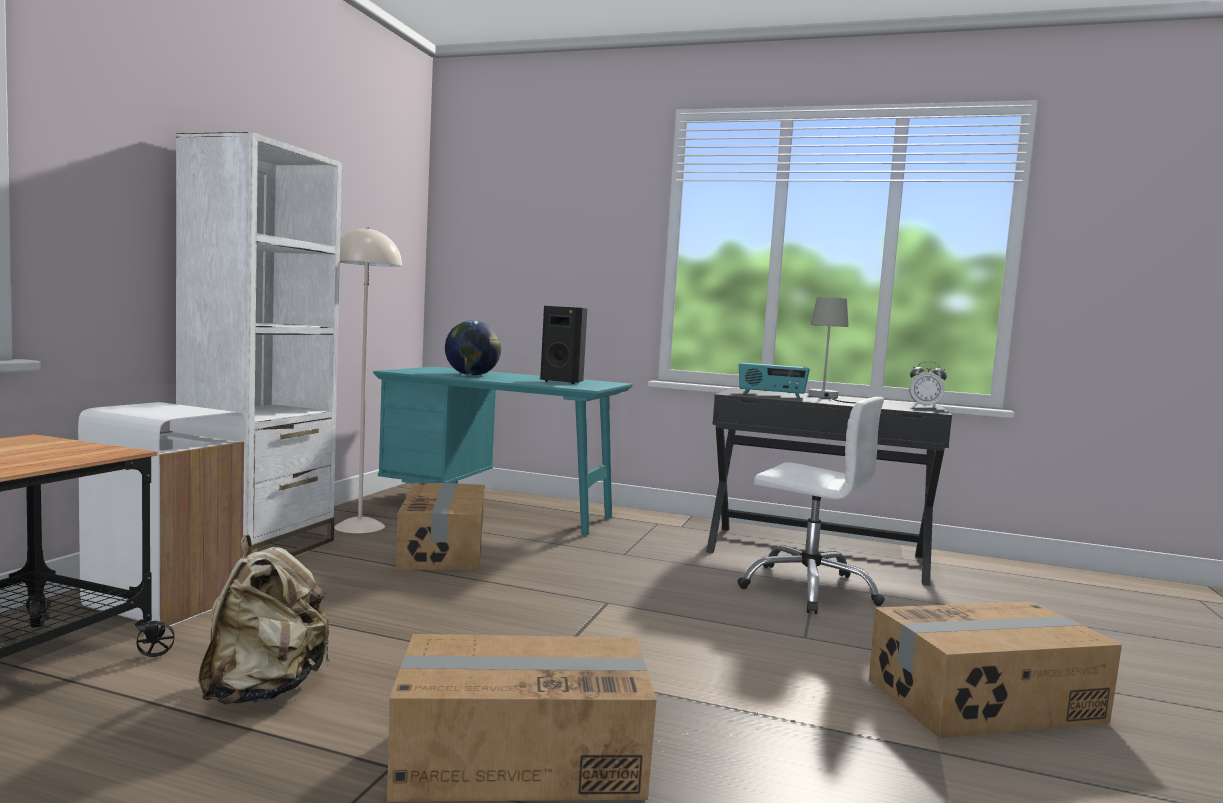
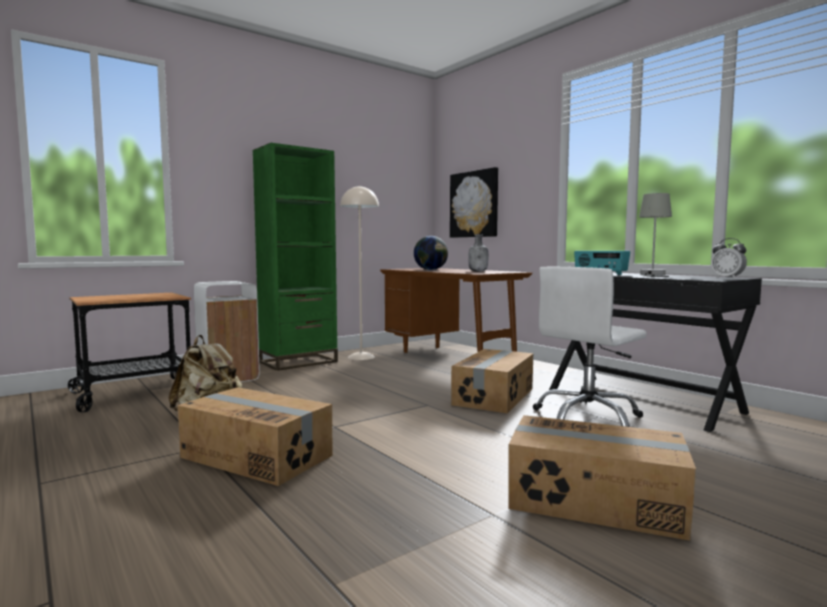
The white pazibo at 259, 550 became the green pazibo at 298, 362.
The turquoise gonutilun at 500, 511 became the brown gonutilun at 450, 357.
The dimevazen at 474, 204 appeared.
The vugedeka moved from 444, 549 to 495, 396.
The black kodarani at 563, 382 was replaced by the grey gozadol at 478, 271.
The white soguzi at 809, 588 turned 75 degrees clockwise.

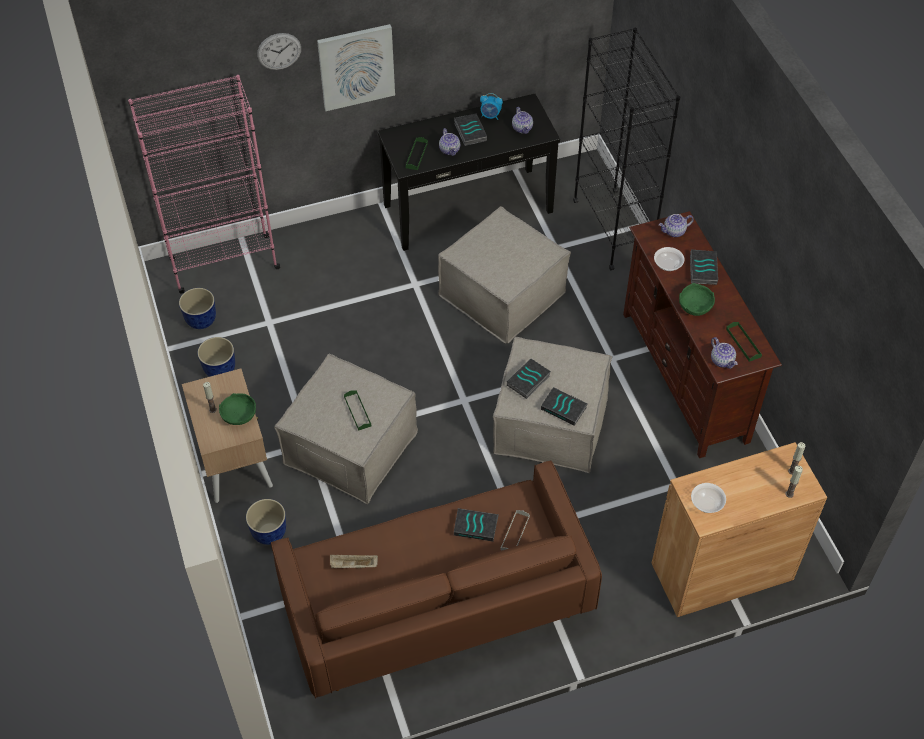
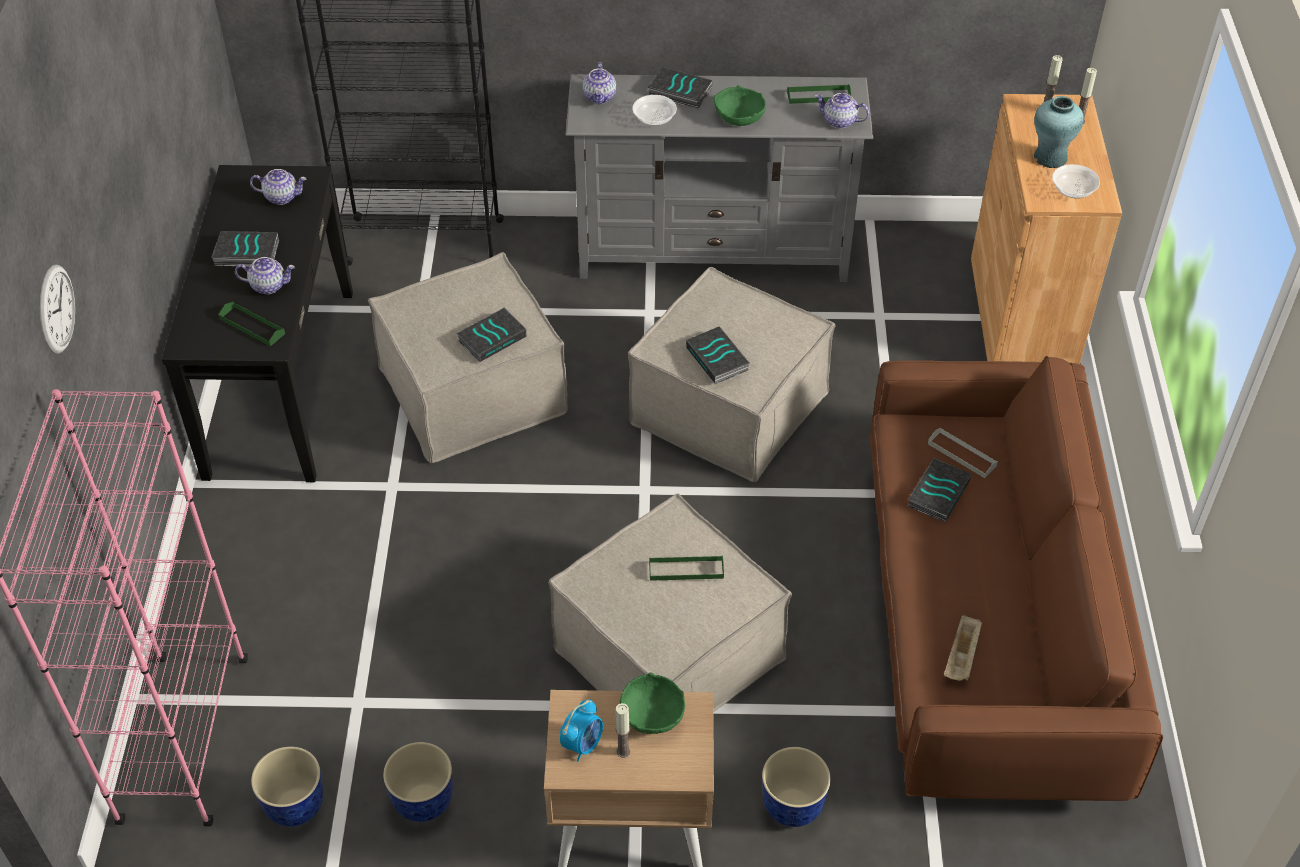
The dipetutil moved from 564, 408 to 492, 338.
The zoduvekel moved from 490, 116 to 583, 744.
The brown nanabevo at 685, 376 became the grey nanabevo at 713, 253.
The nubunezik at 722, 360 turned 150 degrees counterclockwise.
The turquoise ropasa at 1050, 158 appeared.
The dimevazen at 356, 66 disappeared.

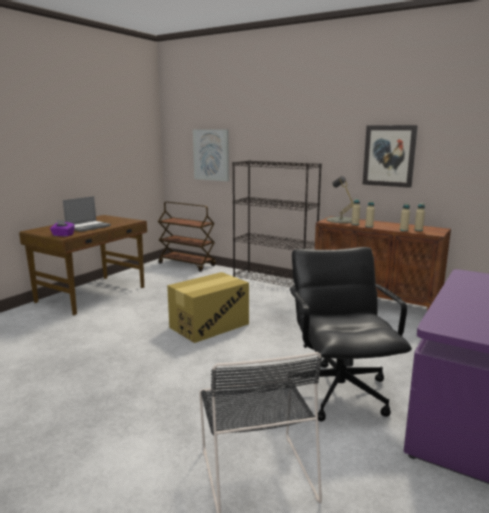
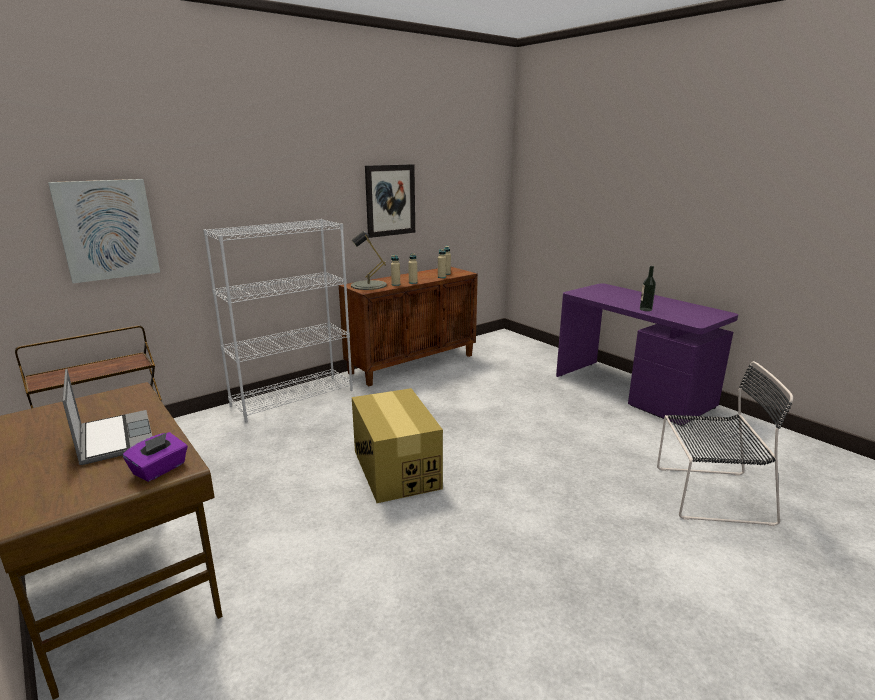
The black pazibo at 274, 282 became the white pazibo at 293, 397.
The gozadol at 645, 309 appeared.
The black soguzi at 339, 392 disappeared.

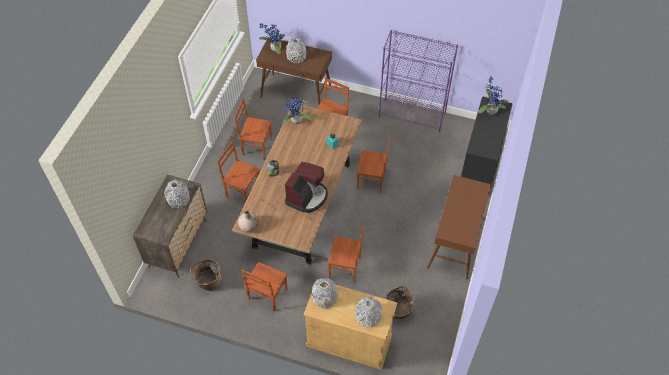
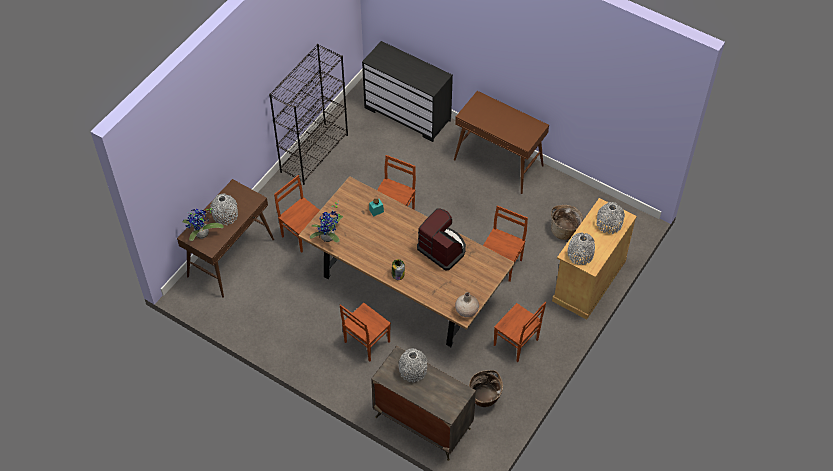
The purple pazibo at 412, 115 became the black pazibo at 314, 153.
The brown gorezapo at 257, 146 disappeared.
The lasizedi at 490, 110 disappeared.

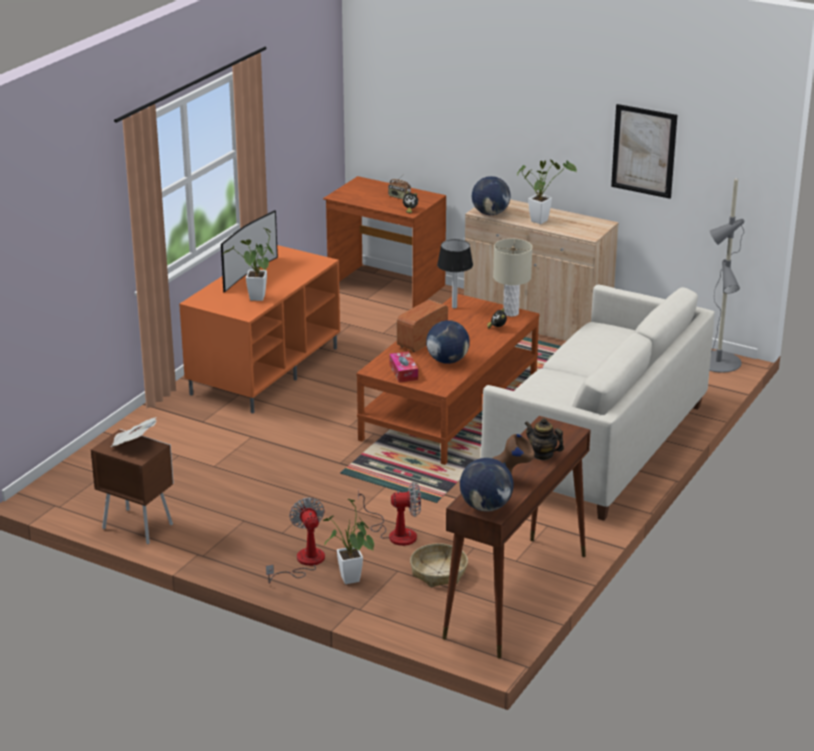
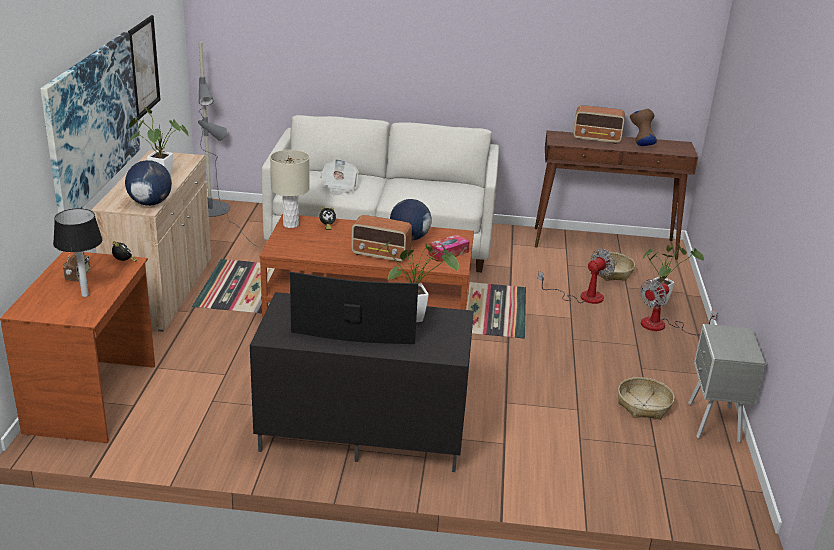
The dimevazen at 92, 122 appeared.
The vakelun moved from 454, 307 to 85, 295.
The orange nanabevo at 264, 370 became the black nanabevo at 361, 433.
The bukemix moved from 134, 443 to 339, 187.
The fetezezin at 395, 533 turned 75 degrees clockwise.
The nubunezik at 542, 455 was replaced by the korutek at 597, 139.
The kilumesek at 644, 405 appeared.
The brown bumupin at 137, 526 became the grey bumupin at 713, 423.
The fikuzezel at 486, 507 disappeared.

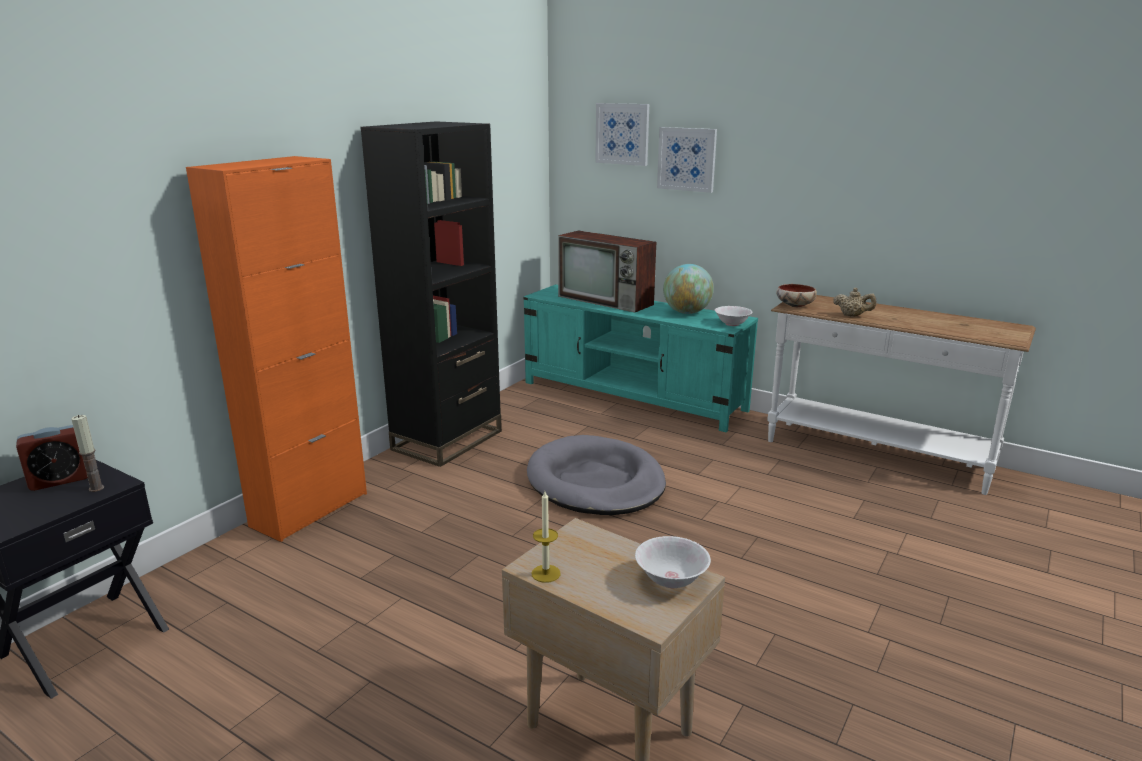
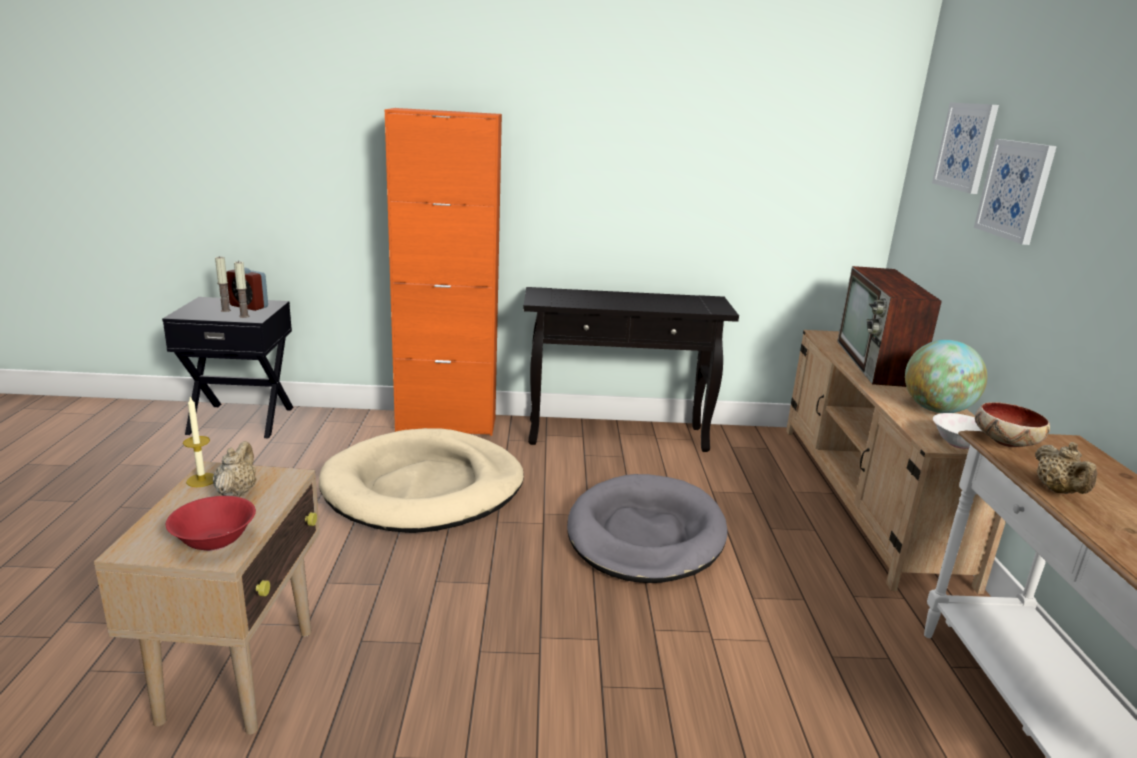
The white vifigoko at 671, 580 became the red vifigoko at 214, 542.
The beige nubunezik at 237, 493 appeared.
The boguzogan at 226, 310 appeared.
The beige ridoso at 424, 487 appeared.
The black pazibo at 447, 440 was replaced by the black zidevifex at 618, 435.
The turquoise nanabevo at 633, 396 became the beige nanabevo at 866, 498.

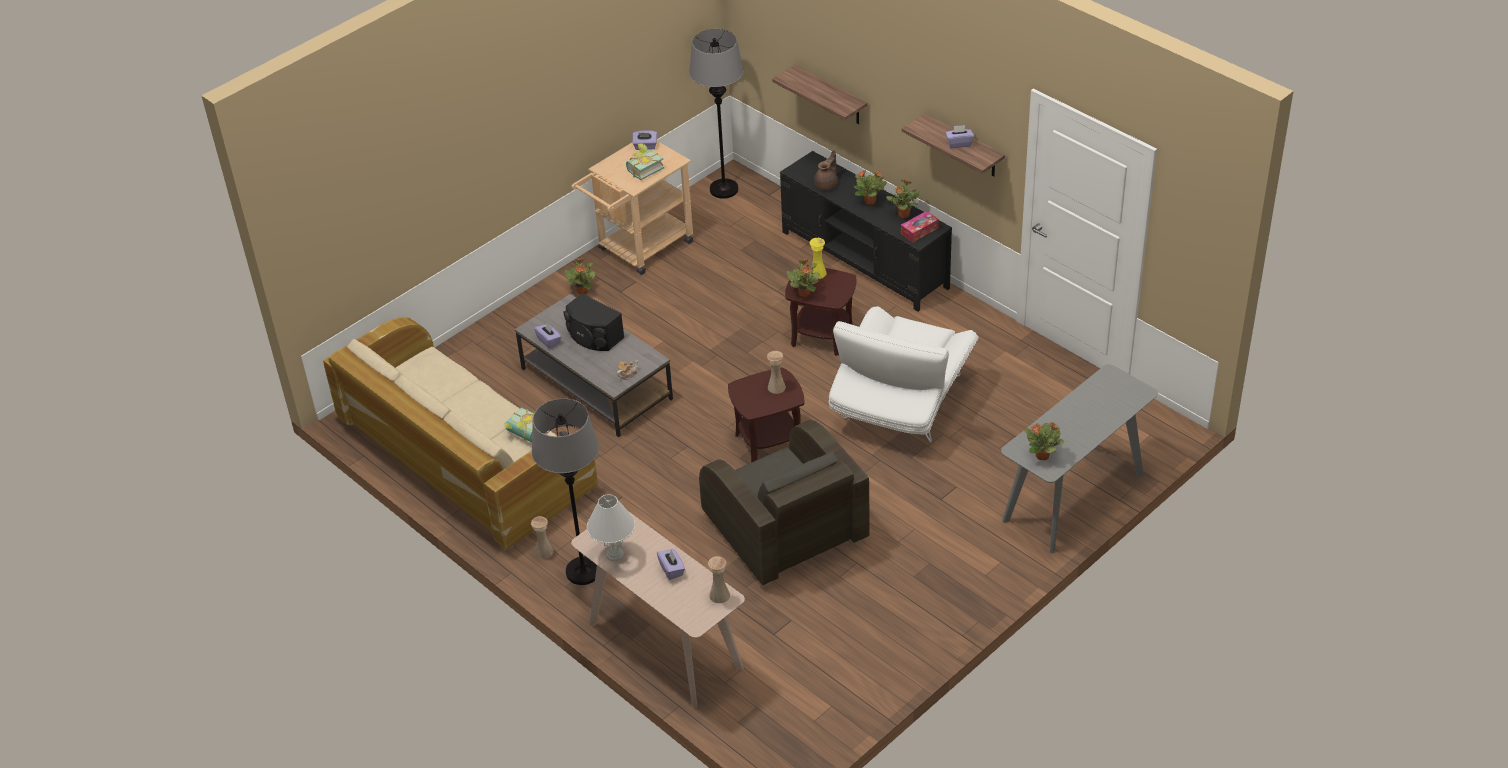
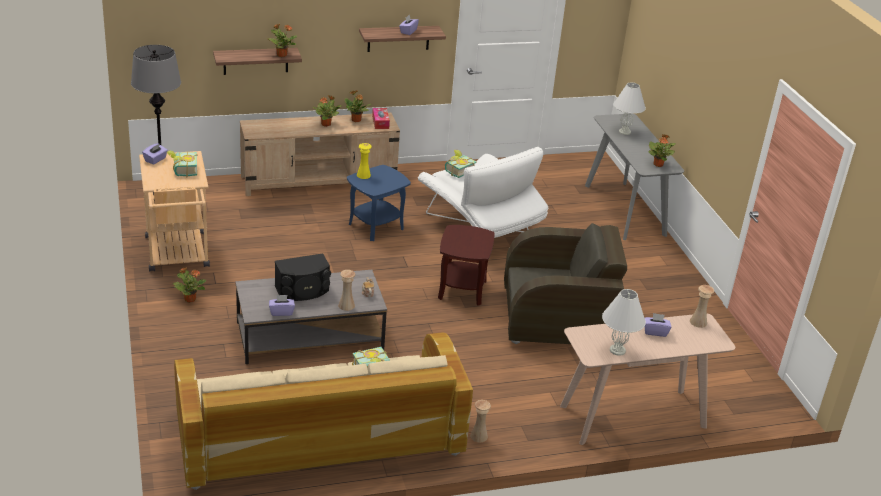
The black nanabevo at 865, 260 became the beige nanabevo at 319, 181.
The lasizedi moved from 804, 293 to 281, 55.
The beige ropasa moved from 776, 387 to 346, 305.
The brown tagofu at 822, 335 became the blue tagofu at 376, 226.
The dipetutil at 457, 170 appeared.
The white vakelun at 624, 132 appeared.
The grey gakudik at 583, 572 disappeared.
The brown nubunezik at 827, 184 disappeared.

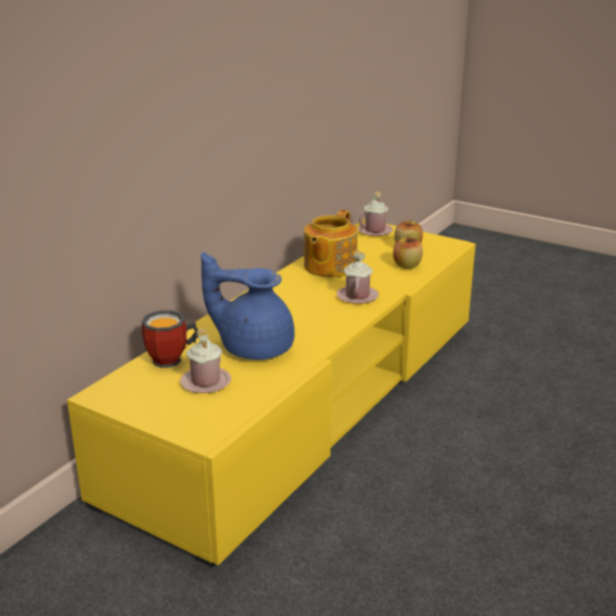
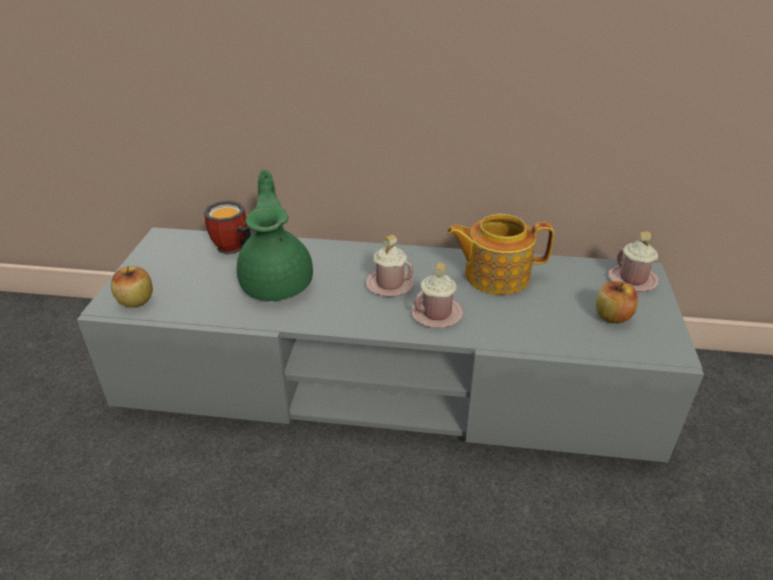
The yellow nanabevo at 307, 401 became the grey nanabevo at 386, 379.
The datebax moved from 407, 265 to 136, 301.
The blue nubunezik at 254, 347 became the green nubunezik at 278, 282.
The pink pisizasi moved from 205, 382 to 390, 284.

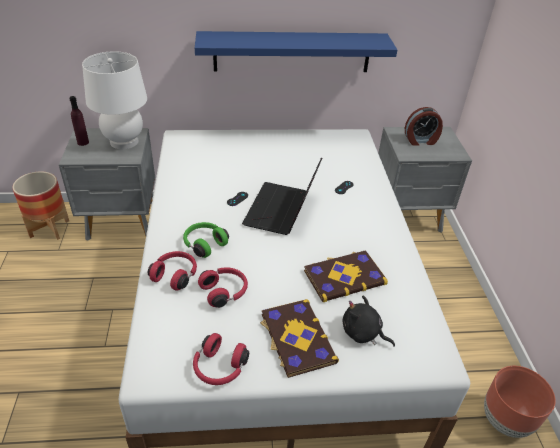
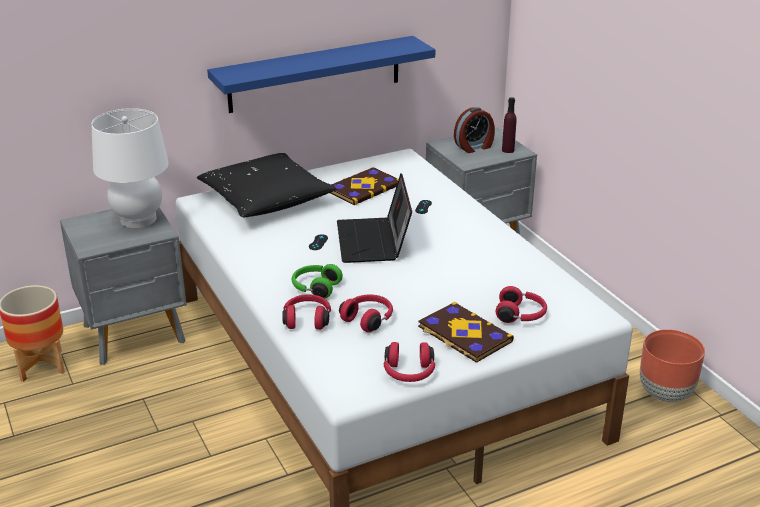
The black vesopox at 266, 199 appeared.
The dipetutil moved from 344, 277 to 363, 188.
The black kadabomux at 363, 333 was replaced by the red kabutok at 521, 315.
The purple gozadol moved from 83, 142 to 508, 150.

